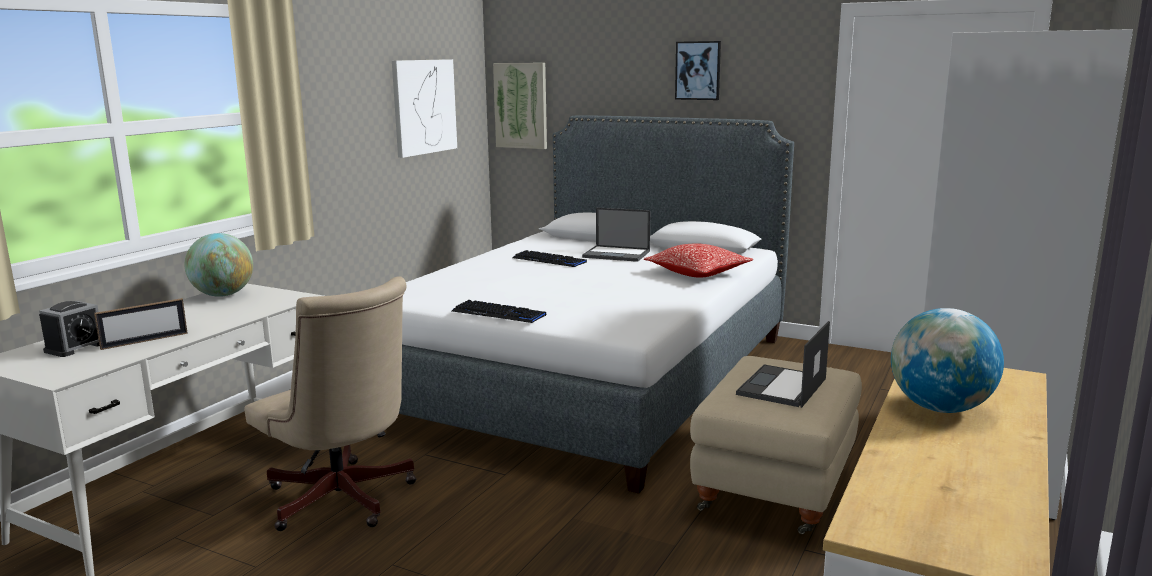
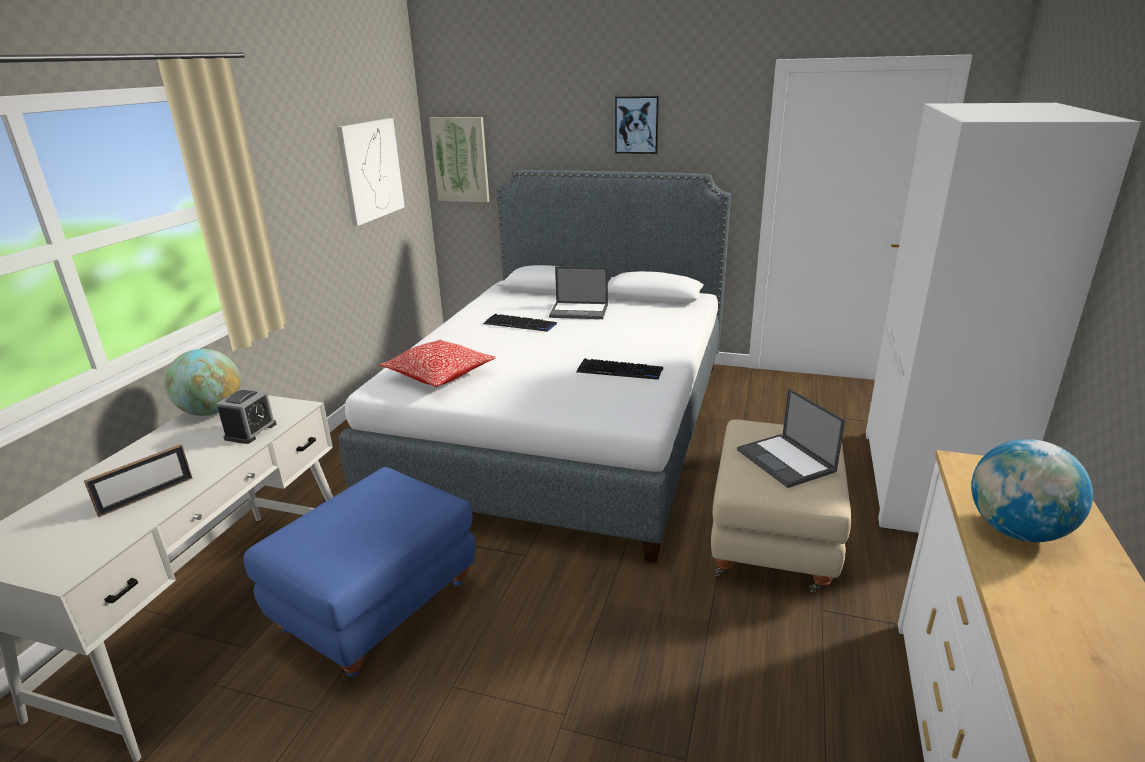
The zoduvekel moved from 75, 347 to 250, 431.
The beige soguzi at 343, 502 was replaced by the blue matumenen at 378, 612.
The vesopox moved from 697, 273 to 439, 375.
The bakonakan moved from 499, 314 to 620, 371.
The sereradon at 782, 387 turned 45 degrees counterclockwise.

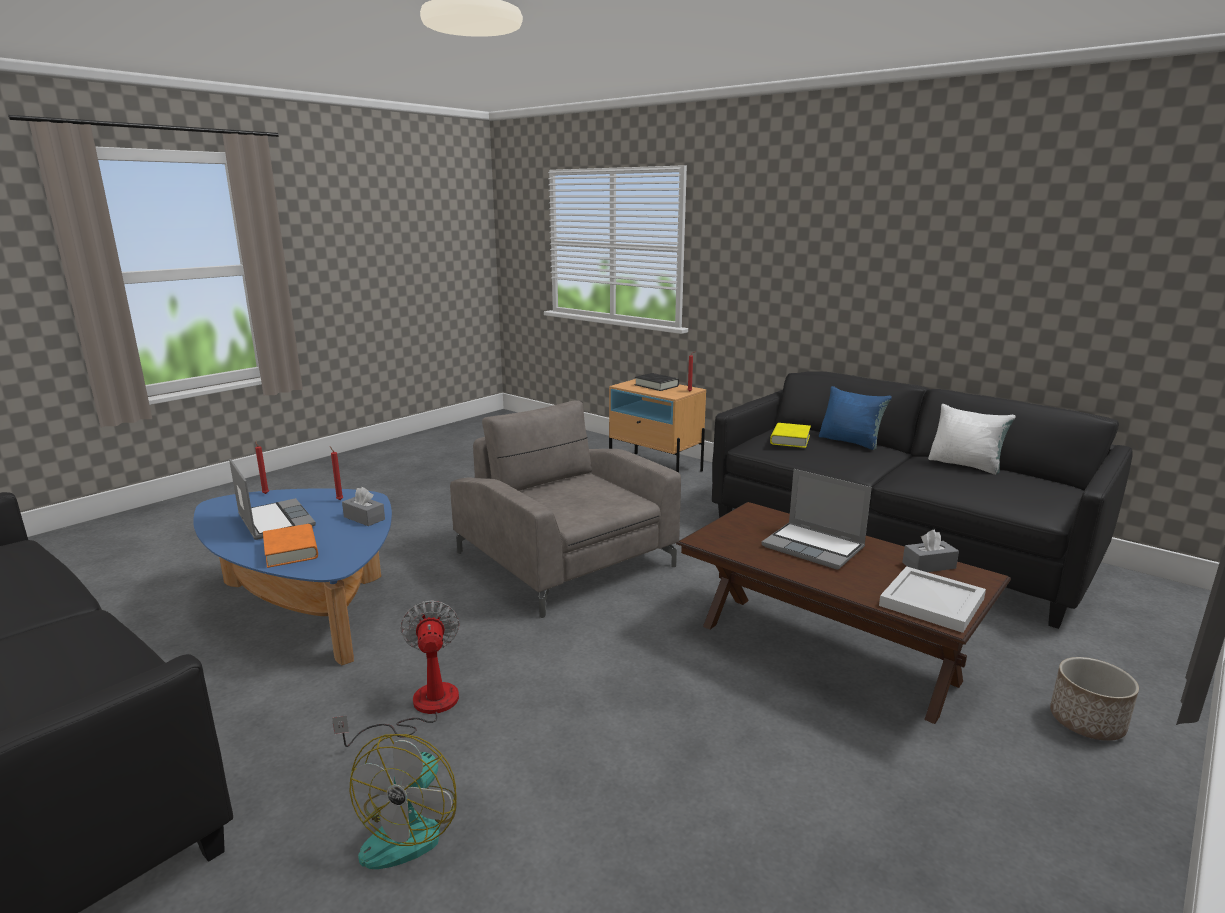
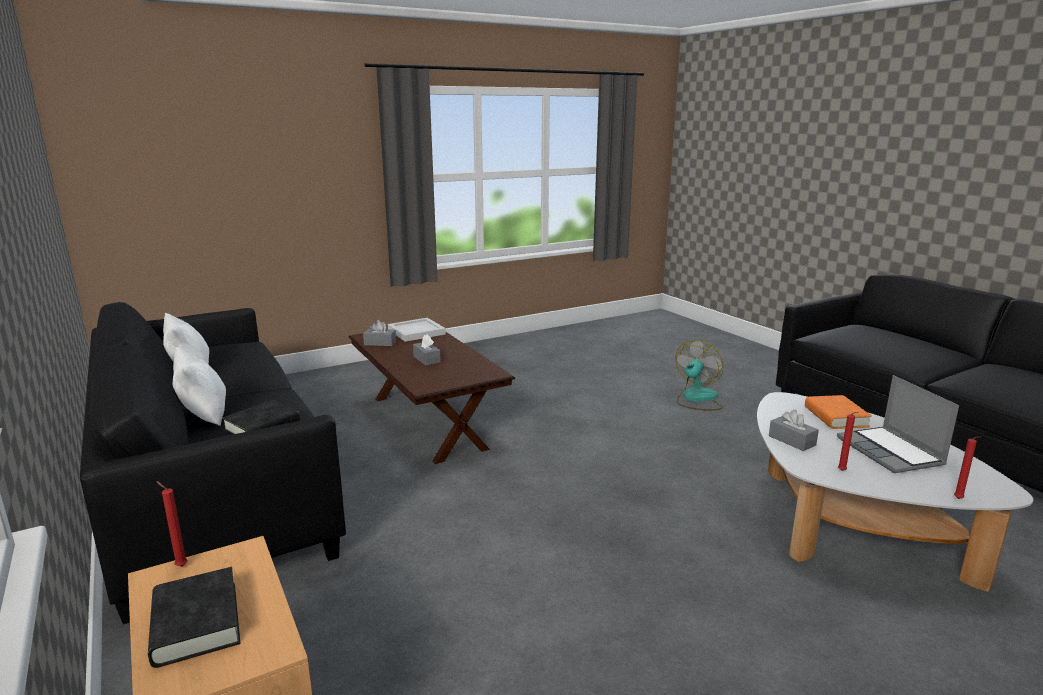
The blue vesopox at 850, 442 became the white vesopox at 204, 414.
The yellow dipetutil at 790, 439 became the black dipetutil at 262, 426.
The sereradon at 814, 547 was replaced by the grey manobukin at 427, 359.
The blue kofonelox at 309, 607 became the white kofonelox at 847, 530.
The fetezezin at 421, 708 disappeared.
The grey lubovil at 565, 559 disappeared.
The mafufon at 1086, 722 disappeared.

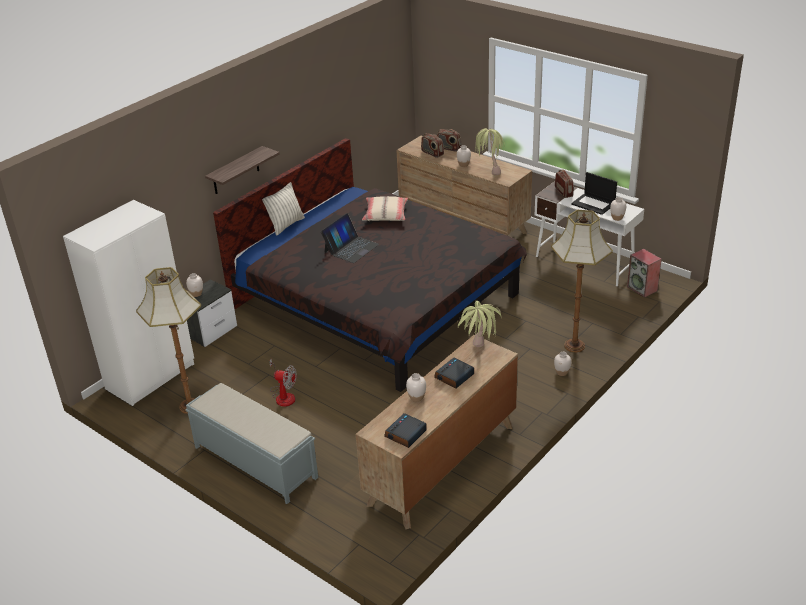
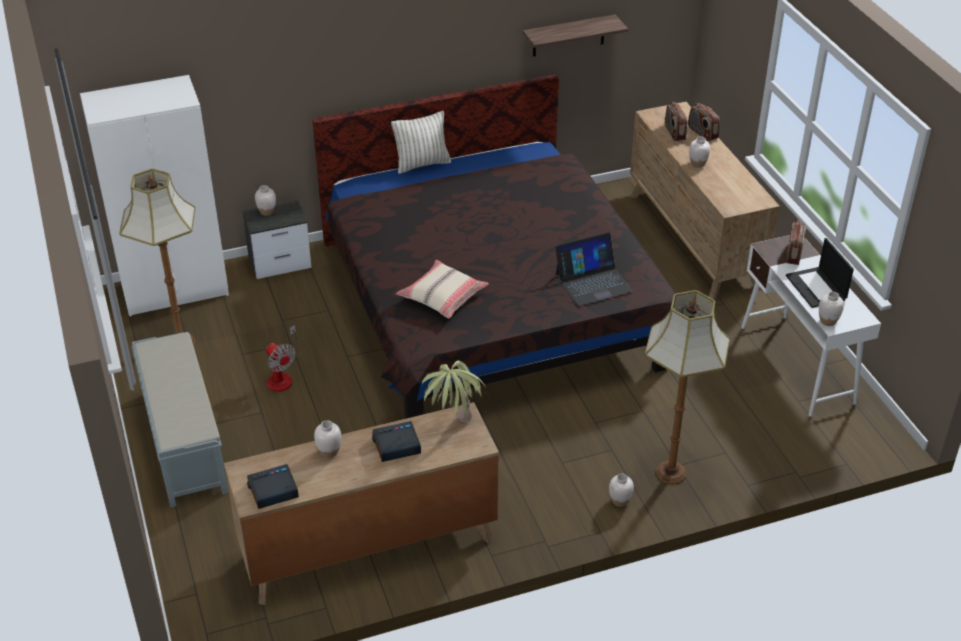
The beige vesopox moved from 385, 214 to 442, 296.
The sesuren moved from 235, 171 to 568, 36.
The sereradon moved from 351, 248 to 593, 282.
The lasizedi at 488, 171 disappeared.
The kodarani at 642, 289 disappeared.

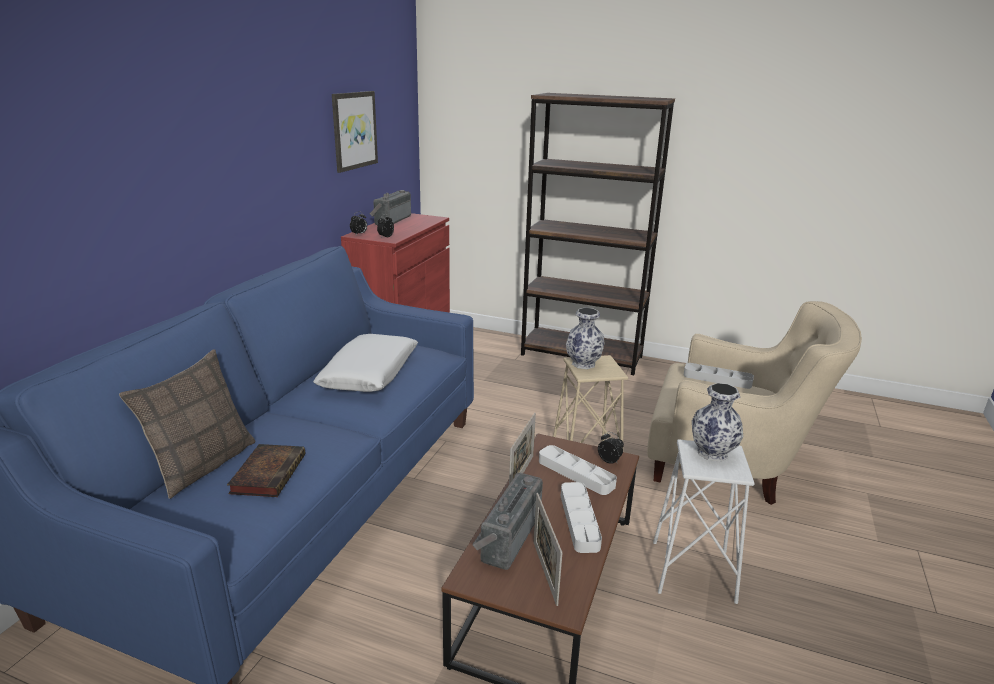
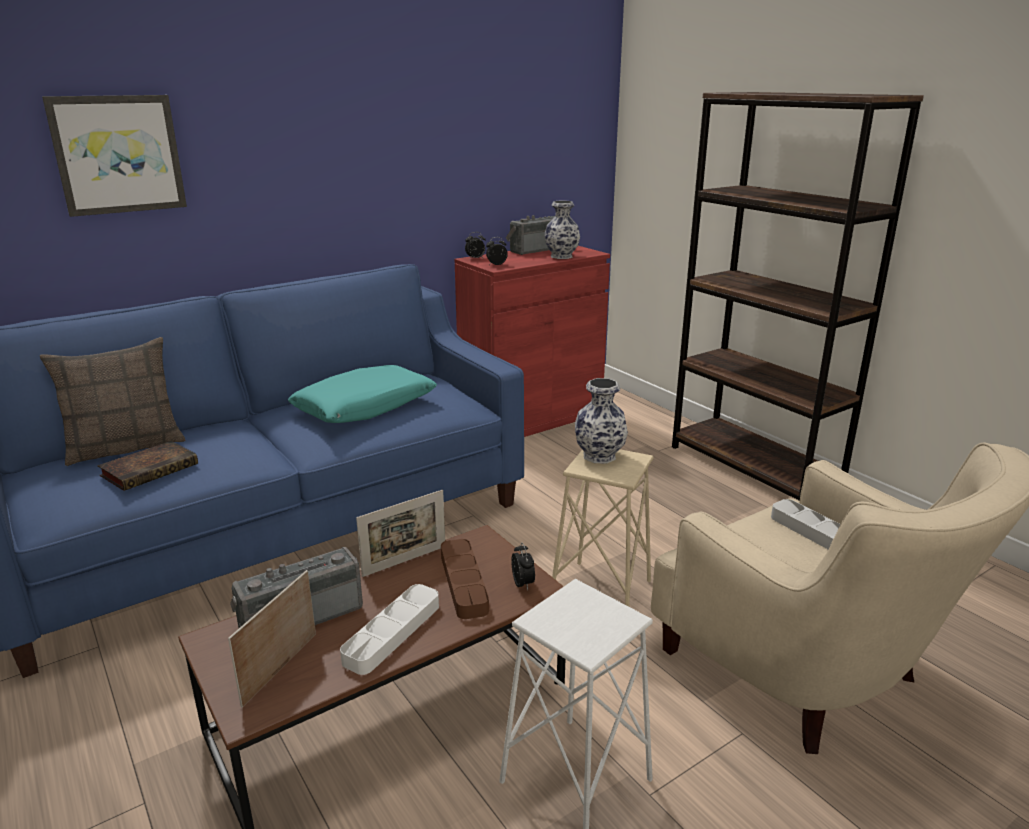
The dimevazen moved from 354, 130 to 118, 154.
The white vesopox at 370, 373 became the turquoise vesopox at 365, 407.
The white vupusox at 576, 473 became the brown vupusox at 463, 582.
The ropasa moved from 711, 452 to 561, 256.

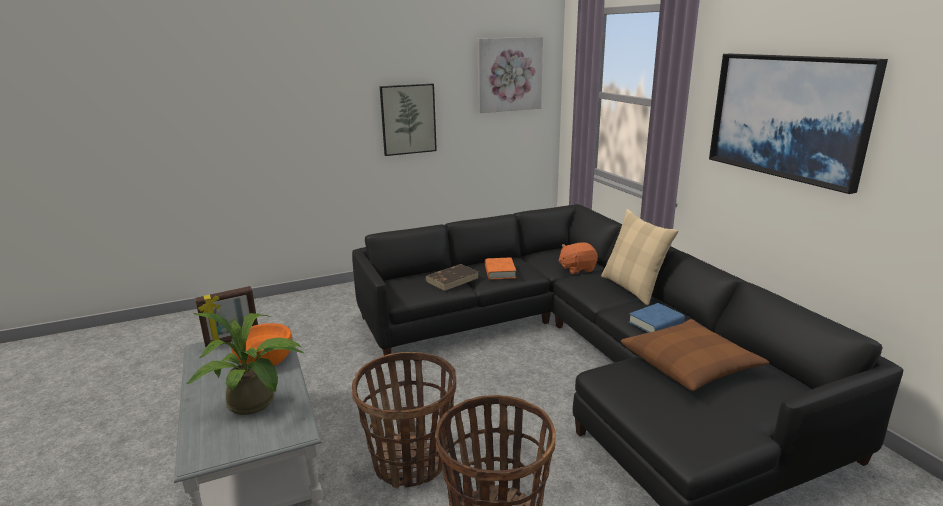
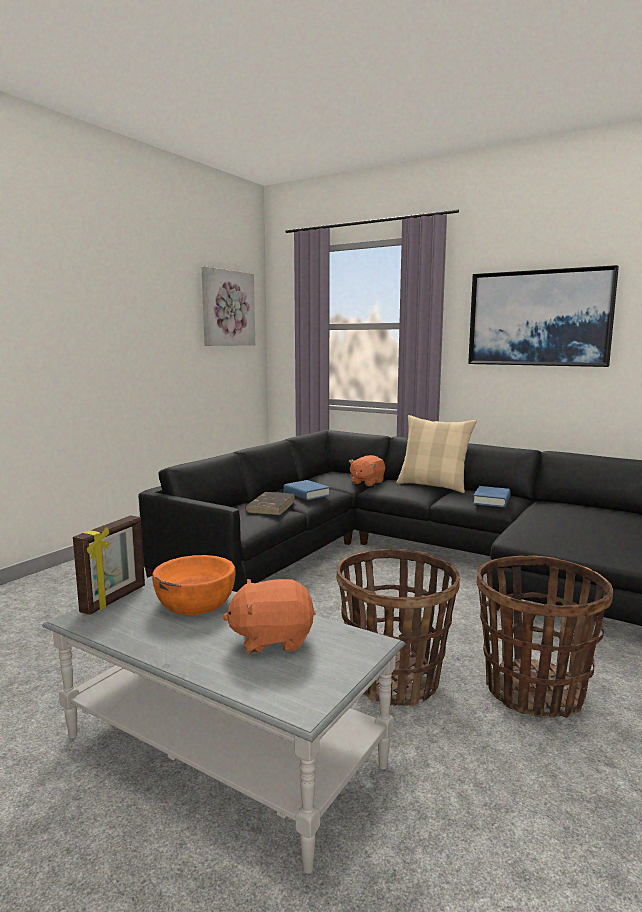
The lasizedi at 256, 404 was replaced by the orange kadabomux at 272, 639.
The orange dipetutil at 500, 272 became the blue dipetutil at 306, 494.
The dimevazen at 408, 119 disappeared.
The brown vesopox at 690, 365 disappeared.

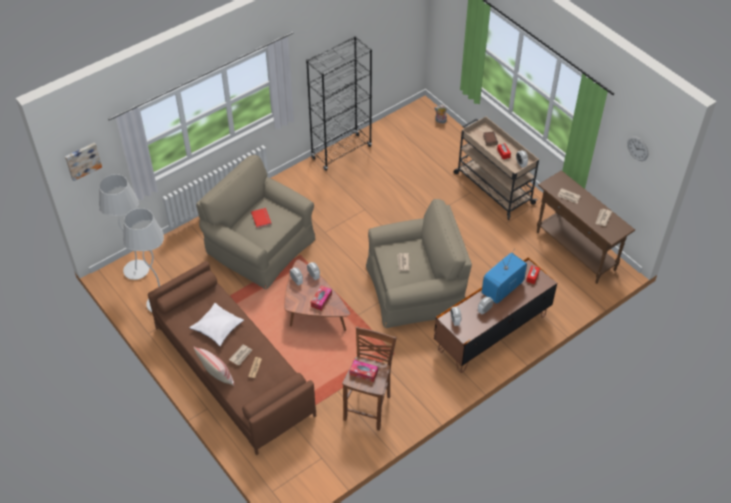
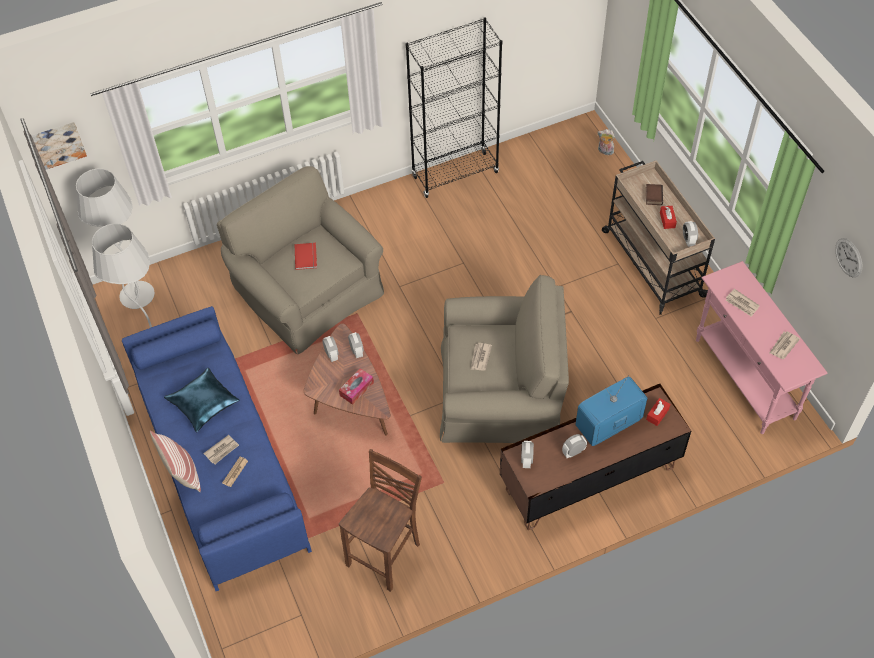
The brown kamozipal at 233, 370 became the blue kamozipal at 221, 463.
The white vesopox at 218, 328 became the blue vesopox at 203, 404.
The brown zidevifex at 575, 251 became the pink zidevifex at 744, 379.
The manobukin at 363, 373 disappeared.

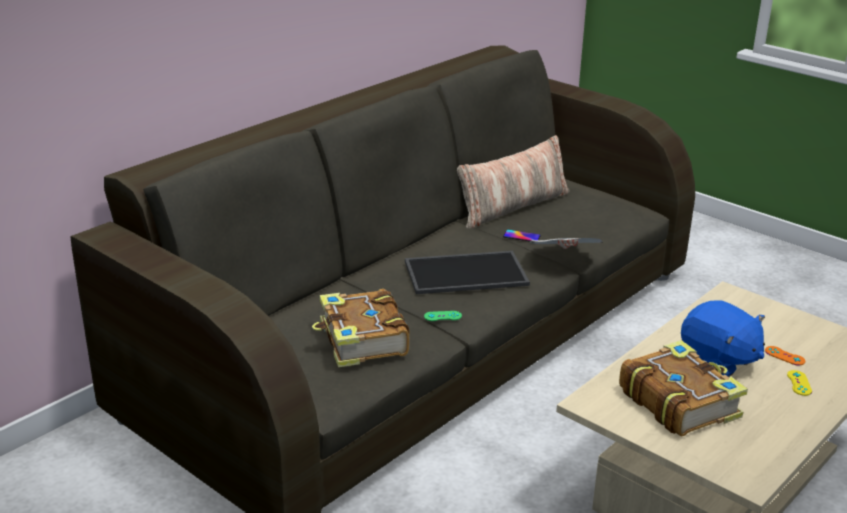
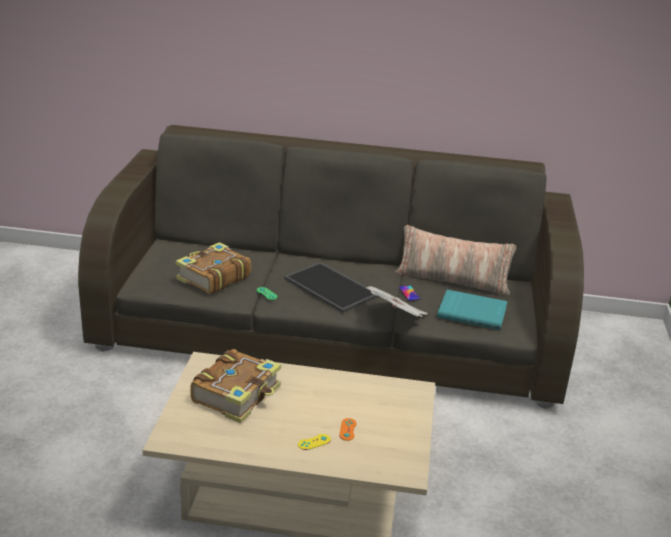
The turquoise dipetutil at 472, 312 appeared.
The blue kadabomux at 718, 360 disappeared.

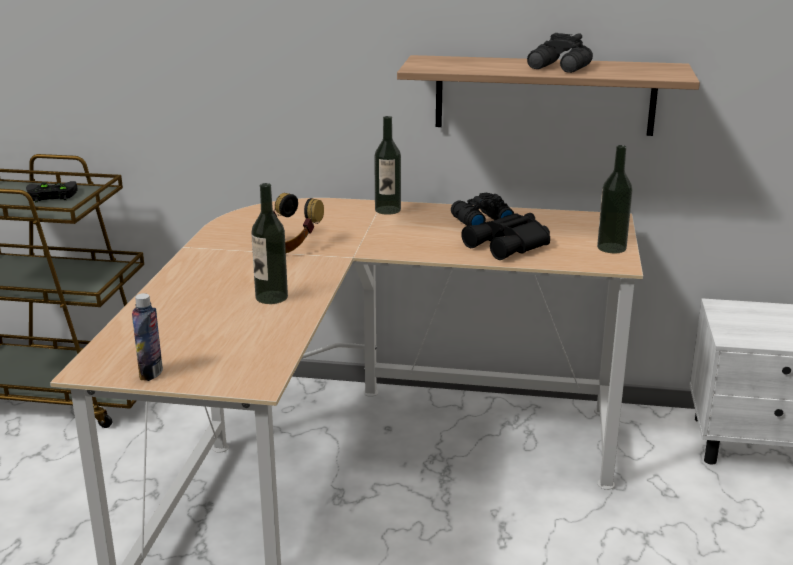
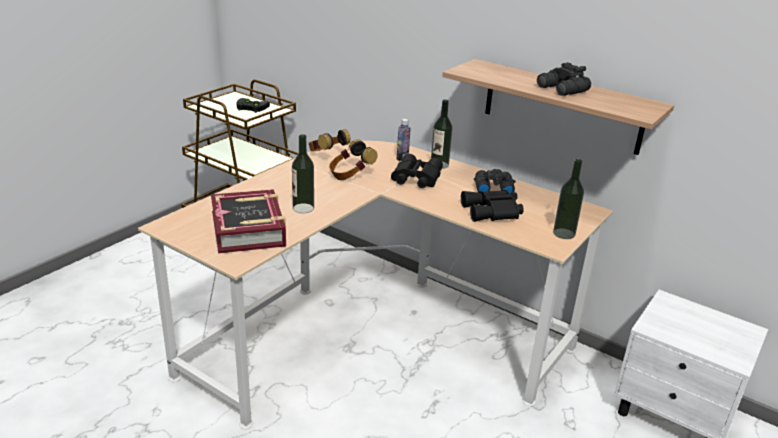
The dipetutil at 249, 229 appeared.
The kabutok at 327, 155 appeared.
The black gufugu at 415, 178 appeared.
The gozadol moved from 151, 373 to 402, 158.

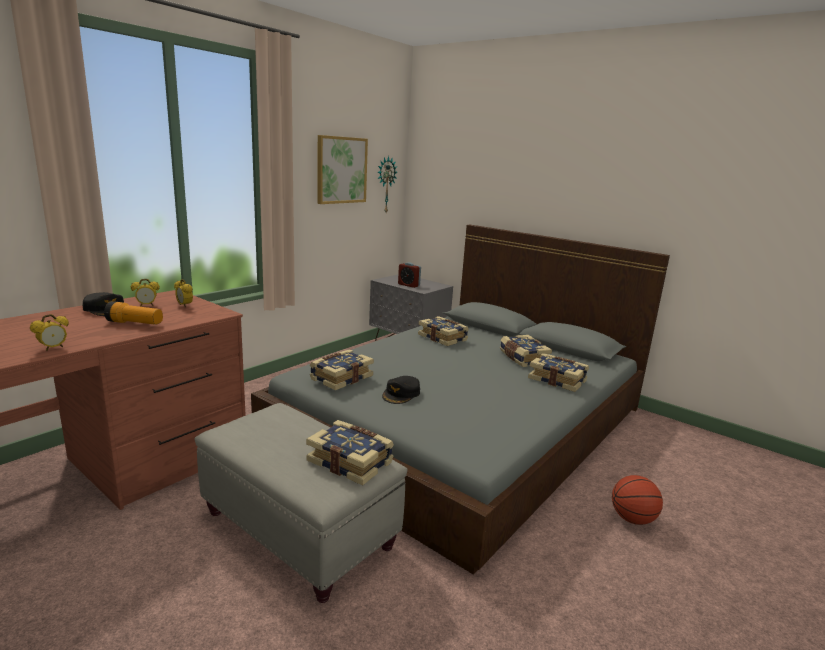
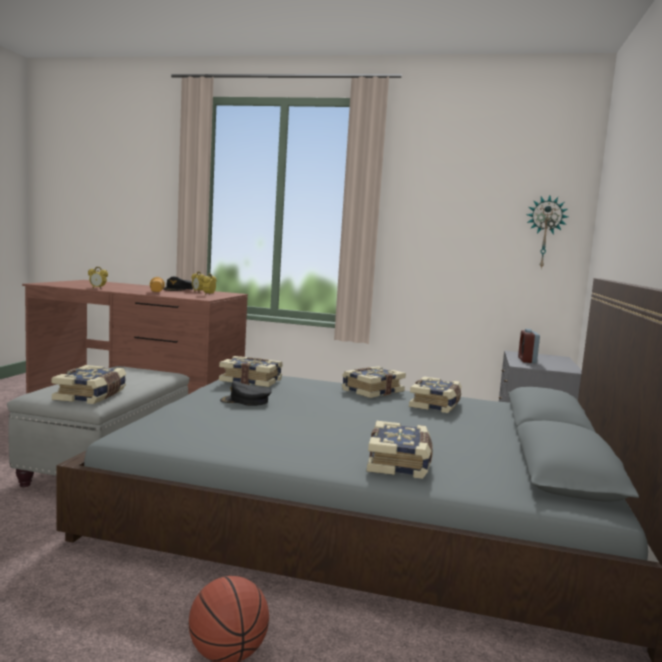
The dipetutil moved from 522, 358 to 371, 391.
The dimevazen at 341, 170 disappeared.

